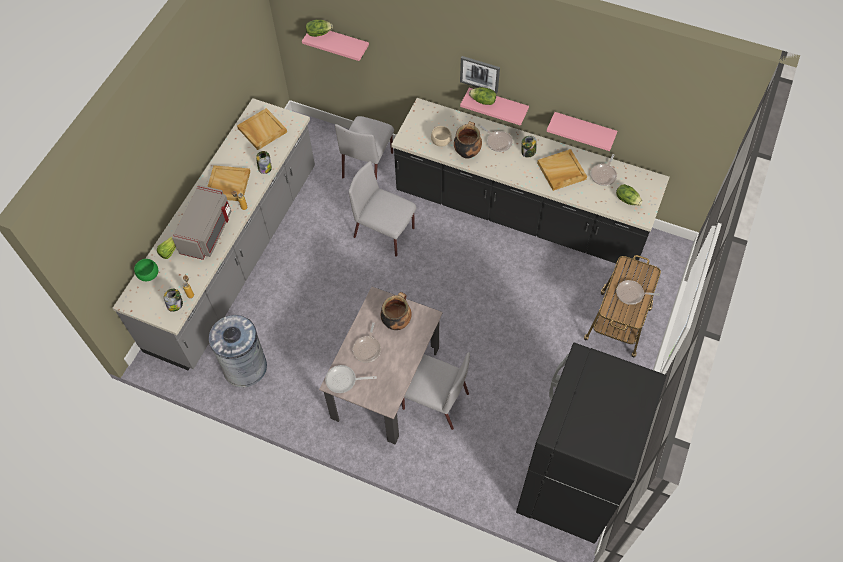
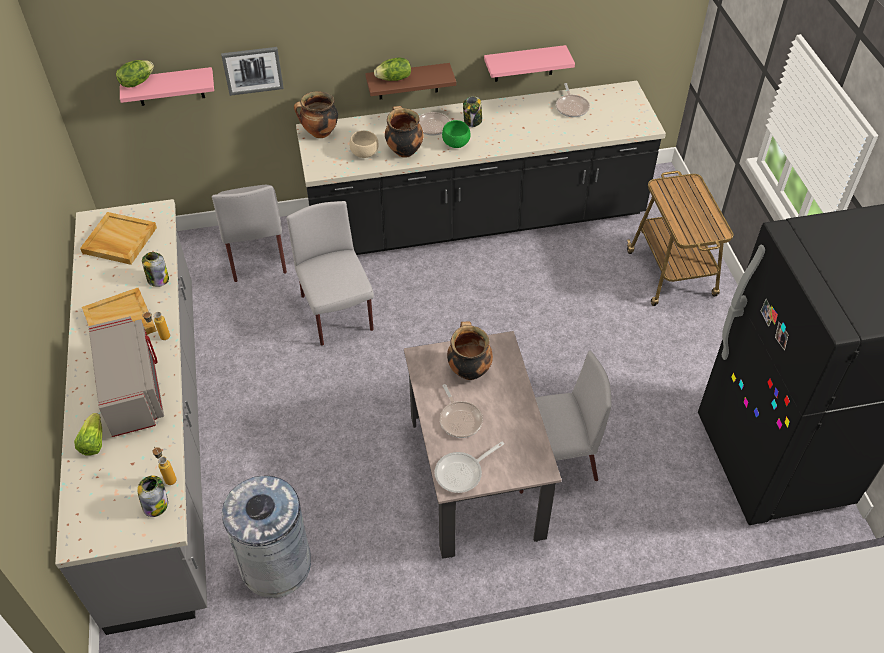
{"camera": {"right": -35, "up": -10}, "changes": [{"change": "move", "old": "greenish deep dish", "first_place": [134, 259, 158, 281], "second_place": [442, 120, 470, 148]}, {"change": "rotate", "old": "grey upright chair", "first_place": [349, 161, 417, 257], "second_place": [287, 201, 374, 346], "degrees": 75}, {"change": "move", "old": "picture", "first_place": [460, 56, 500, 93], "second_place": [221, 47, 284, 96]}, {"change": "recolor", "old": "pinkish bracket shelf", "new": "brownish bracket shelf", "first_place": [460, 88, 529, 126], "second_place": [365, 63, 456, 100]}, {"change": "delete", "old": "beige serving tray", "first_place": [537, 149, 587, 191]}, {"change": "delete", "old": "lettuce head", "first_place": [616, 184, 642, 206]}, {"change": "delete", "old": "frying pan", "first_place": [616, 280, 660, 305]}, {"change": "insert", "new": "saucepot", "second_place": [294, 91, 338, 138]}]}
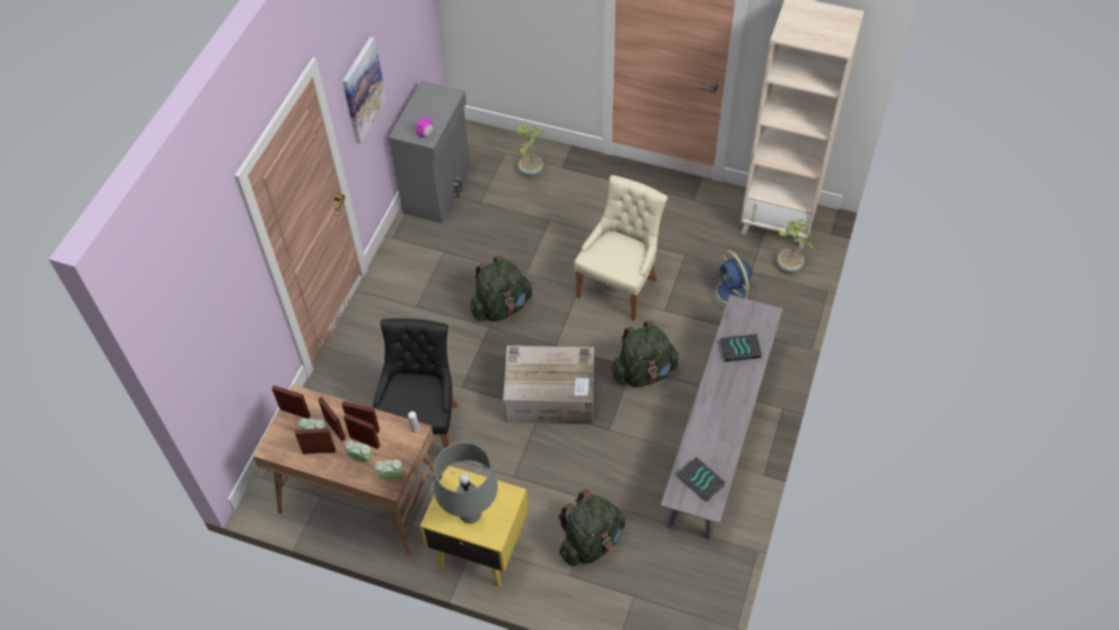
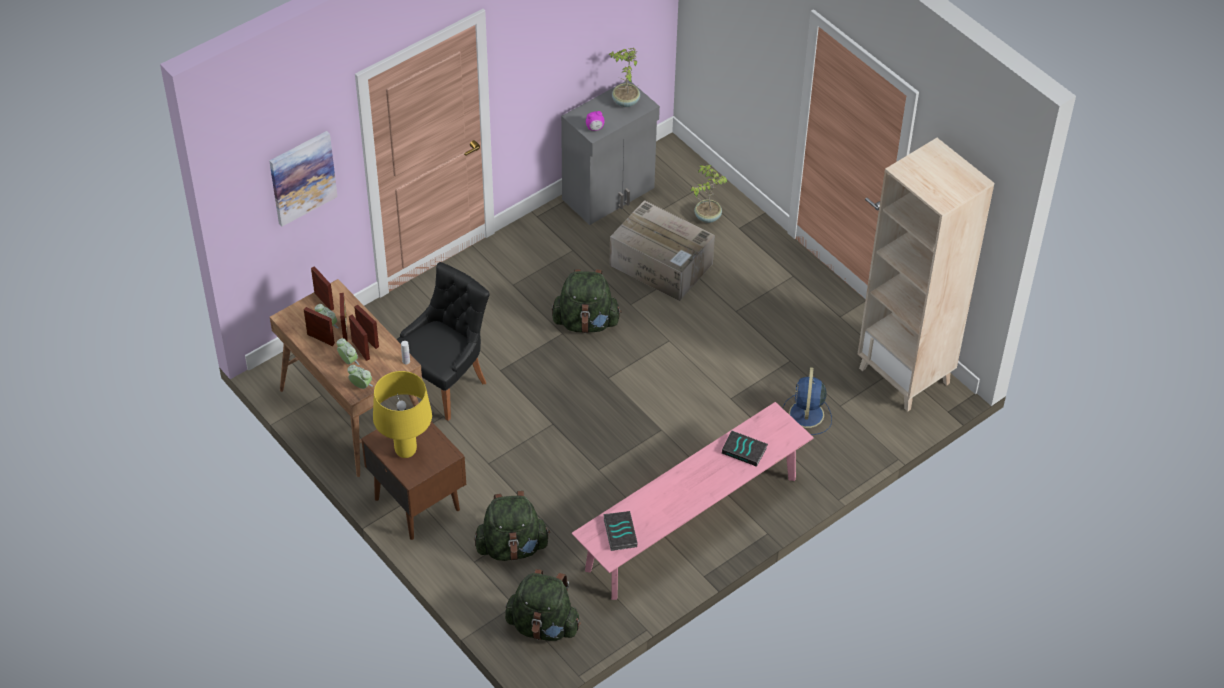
{"camera": {"right": 30, "up": -5}, "changes": [{"change": "move", "old": "picture", "first_place": [342, 37, 387, 144], "second_place": [269, 131, 338, 226]}, {"change": "recolor", "old": "yellow-coloured nightstand", "new": "brownish nightstand", "first_place": [420, 466, 528, 587], "second_place": [361, 421, 466, 540]}, {"change": "recolor", "old": "grey table lamp", "new": "yellow-coloured table lamp", "first_place": [434, 442, 498, 524], "second_place": [373, 371, 432, 458]}, {"change": "move", "old": "cardboard box", "first_place": [503, 346, 594, 425], "second_place": [610, 200, 715, 301]}, {"change": "delete", "old": "beige upright chair", "first_place": [574, 175, 668, 321]}, {"change": "move", "old": "greenish rucksack", "first_place": [611, 320, 679, 387], "second_place": [505, 569, 581, 641]}, {"change": "recolor", "old": "grey bench", "new": "pinkish bench", "first_place": [661, 295, 783, 540], "second_place": [572, 402, 814, 600]}, {"change": "move", "old": "houseplant", "first_place": [777, 219, 813, 272], "second_place": [609, 48, 640, 107]}]}
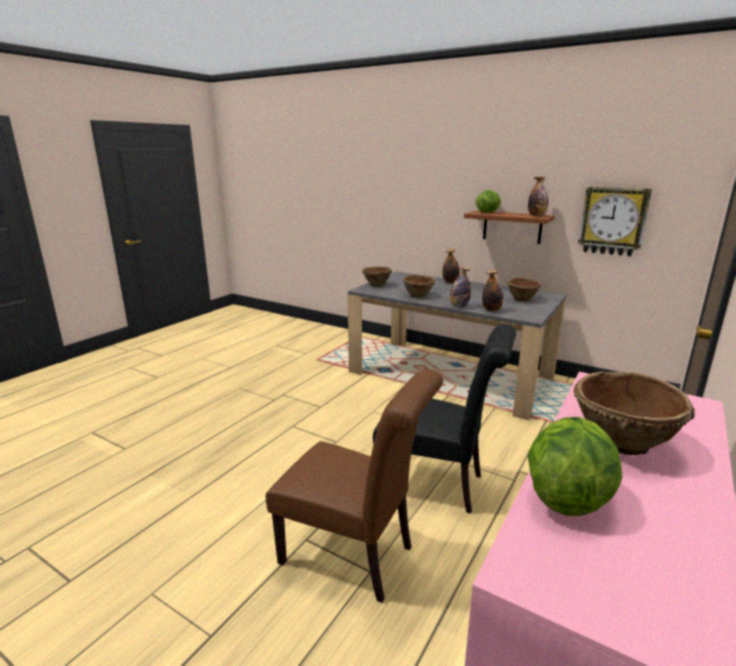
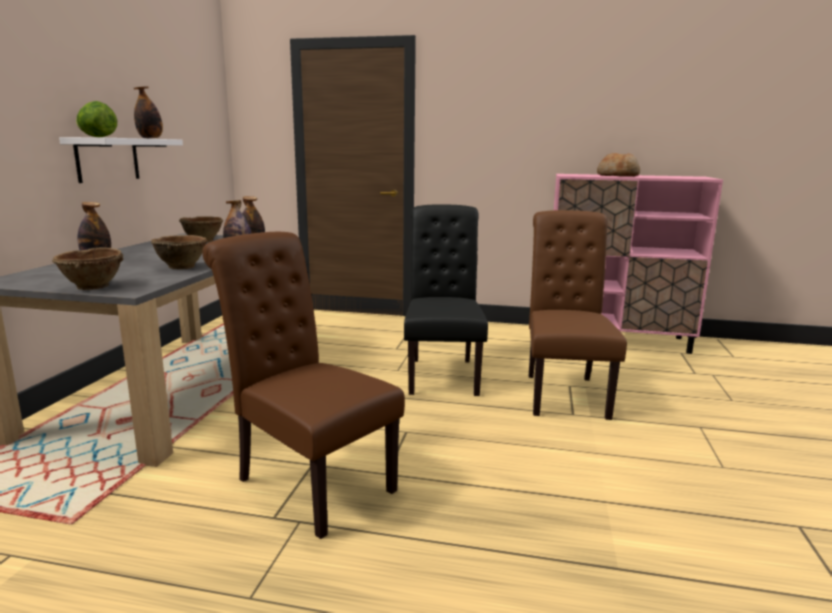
{"camera": {"right": -110, "up": -5}, "changes": [{"change": "recolor", "old": "brownish bracket shelf", "new": "white bracket shelf", "first_place": [464, 210, 555, 244], "second_place": [59, 137, 183, 183]}, {"change": "delete", "old": "lettuce head", "first_place": [527, 417, 622, 516]}, {"change": "replace", "old": "brownish deep dish", "new": "baked bread", "first_place": [573, 371, 695, 455], "second_place": [597, 153, 640, 177]}, {"change": "delete", "old": "wall clock", "first_place": [578, 187, 652, 257]}, {"change": "insert", "new": "brownish upright chair", "second_place": [202, 232, 405, 539]}]}
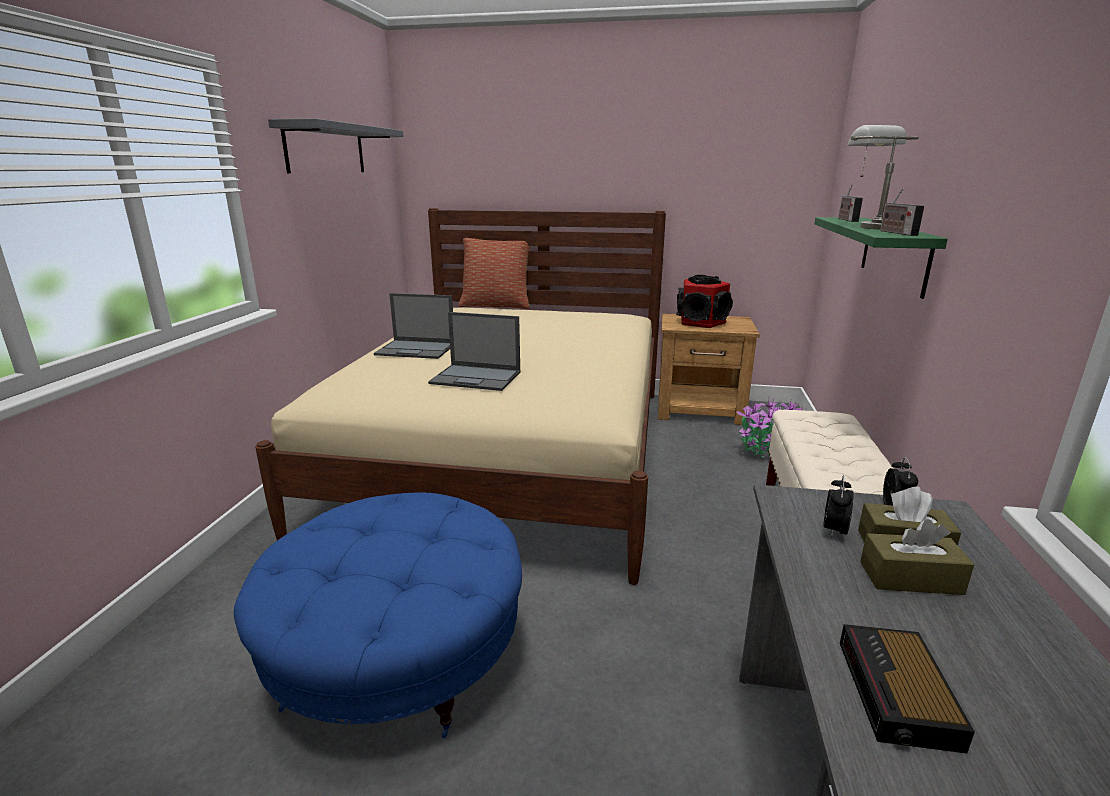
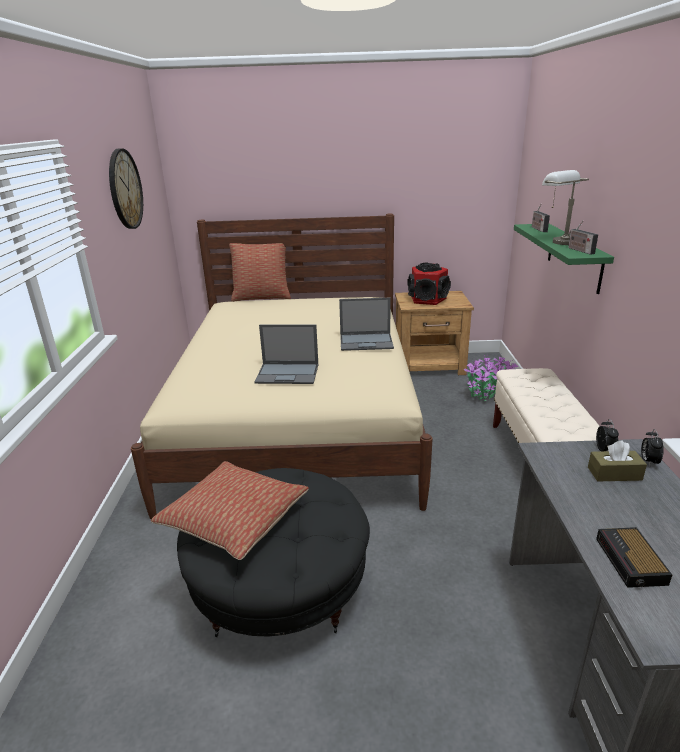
{"camera": {"right": -10, "up": 5}, "changes": [{"change": "recolor", "old": "bluish ottoman", "new": "blackish ottoman", "first_place": [234, 493, 522, 738], "second_place": [177, 468, 370, 637]}, {"change": "replace", "old": "grey bracket shelf", "new": "wall clock", "first_place": [268, 119, 404, 173], "second_place": [109, 148, 143, 229]}, {"change": "move", "old": "notebook computer", "first_place": [374, 293, 453, 359], "second_place": [339, 298, 394, 351]}, {"change": "move", "old": "bedside clock", "first_place": [824, 475, 854, 538], "second_place": [641, 429, 664, 465]}, {"change": "delete", "old": "brownish tissue holder", "first_place": [860, 519, 974, 595]}, {"change": "insert", "new": "pillow", "second_place": [151, 461, 309, 560]}]}
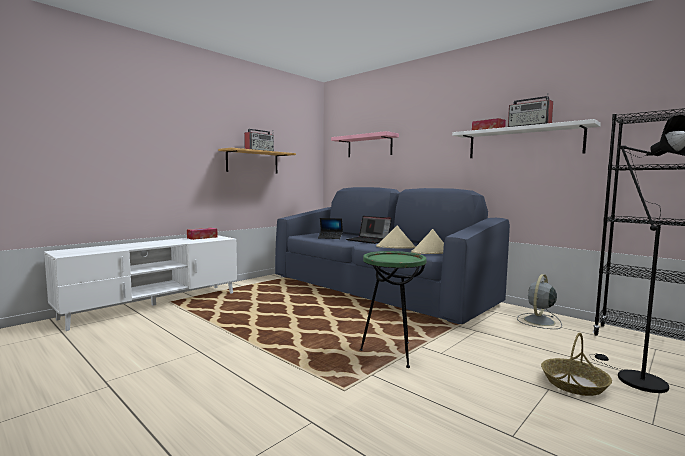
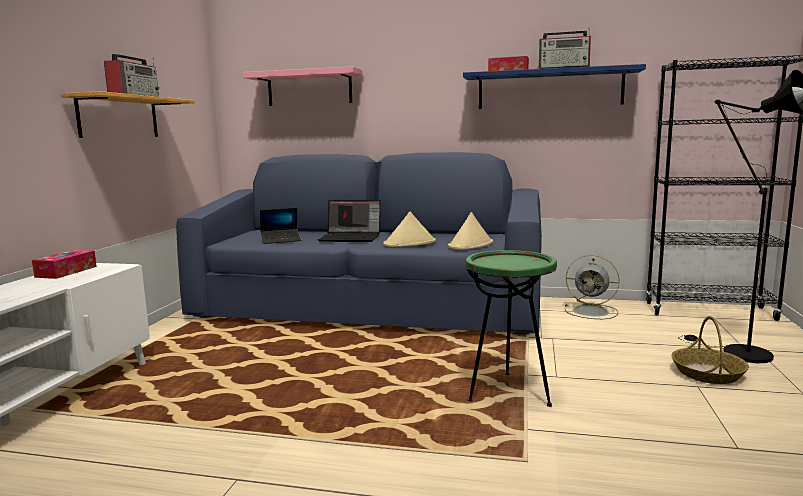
{"camera": {"right": -30, "up": 5}, "changes": [{"change": "recolor", "old": "white bracket shelf", "new": "bluish bracket shelf", "first_place": [452, 119, 601, 158], "second_place": [463, 64, 646, 109]}, {"change": "rotate", "old": "grey electric fan", "first_place": [517, 274, 562, 329], "second_place": [565, 255, 619, 319], "degrees": -75}]}
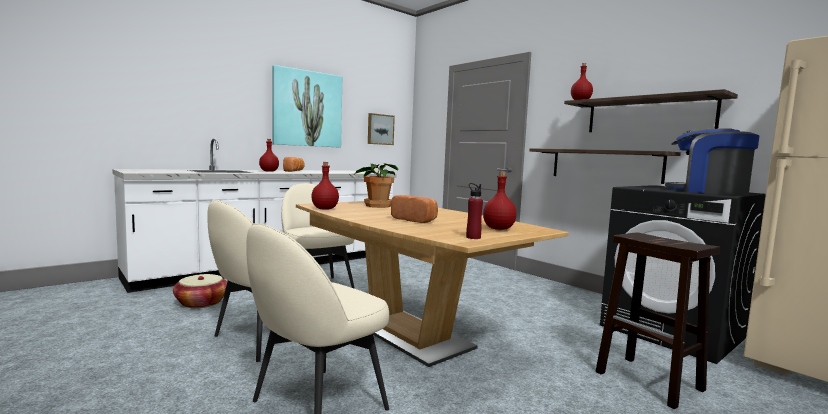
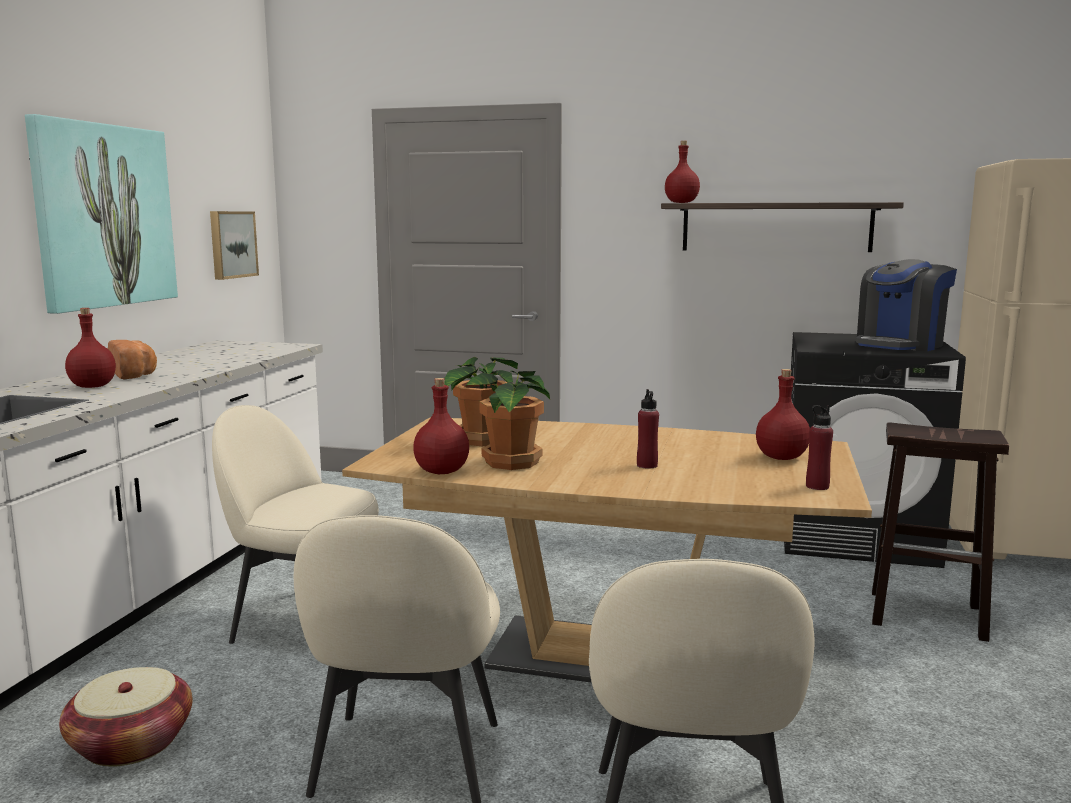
{"camera": {"right": -35, "up": 5}, "changes": [{"change": "replace", "old": "baked bread", "new": "reddish beverage bottle", "first_place": [391, 195, 438, 223], "second_place": [637, 389, 659, 469]}, {"change": "delete", "old": "bracket shelf", "first_place": [529, 148, 681, 184]}, {"change": "rotate", "old": "coffee brewer", "first_place": [665, 128, 760, 195], "second_place": [856, 259, 957, 351], "degrees": -45}, {"change": "insert", "new": "houseplant", "second_place": [464, 370, 550, 470]}]}
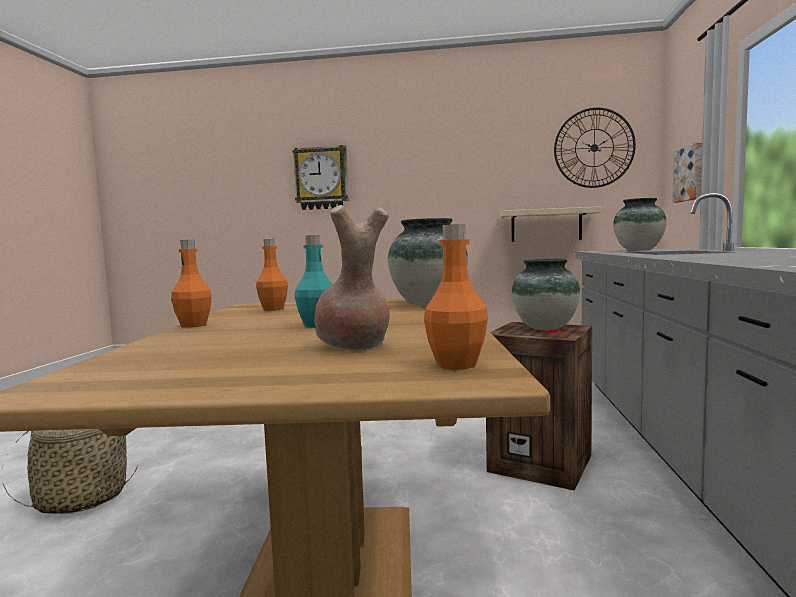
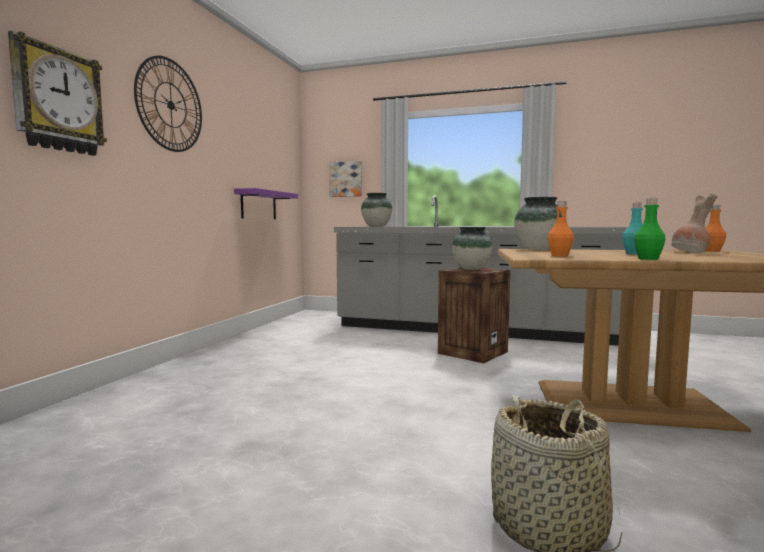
{"camera": {"right": -80, "up": 0}, "changes": [{"change": "recolor", "old": "orange beverage bottle", "new": "greenish beverage bottle", "first_place": [171, 240, 212, 328], "second_place": [634, 198, 666, 260]}, {"change": "recolor", "old": "beige bracket shelf", "new": "purple bracket shelf", "first_place": [500, 207, 601, 242], "second_place": [234, 188, 298, 219]}, {"change": "move", "old": "wall clock", "first_place": [554, 108, 636, 188], "second_place": [134, 56, 202, 152]}]}
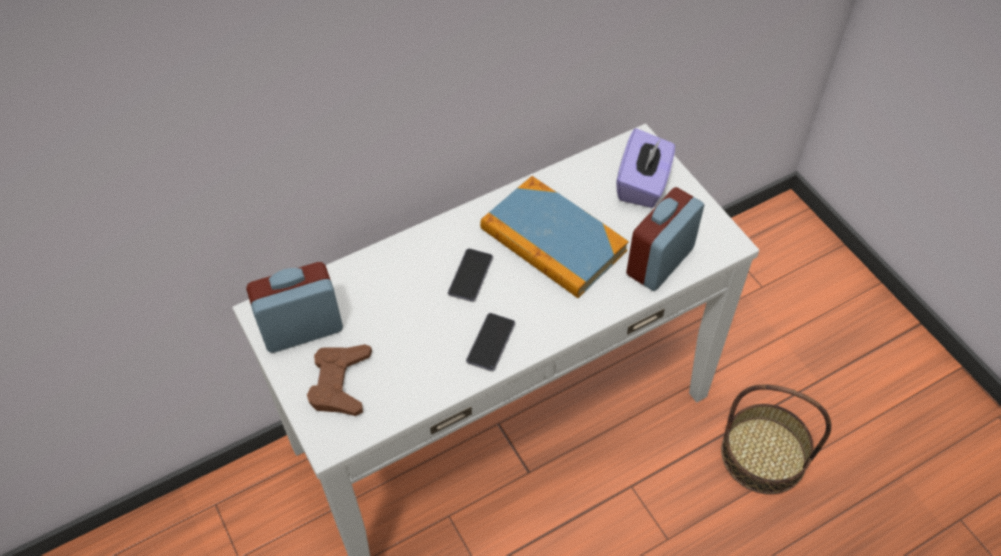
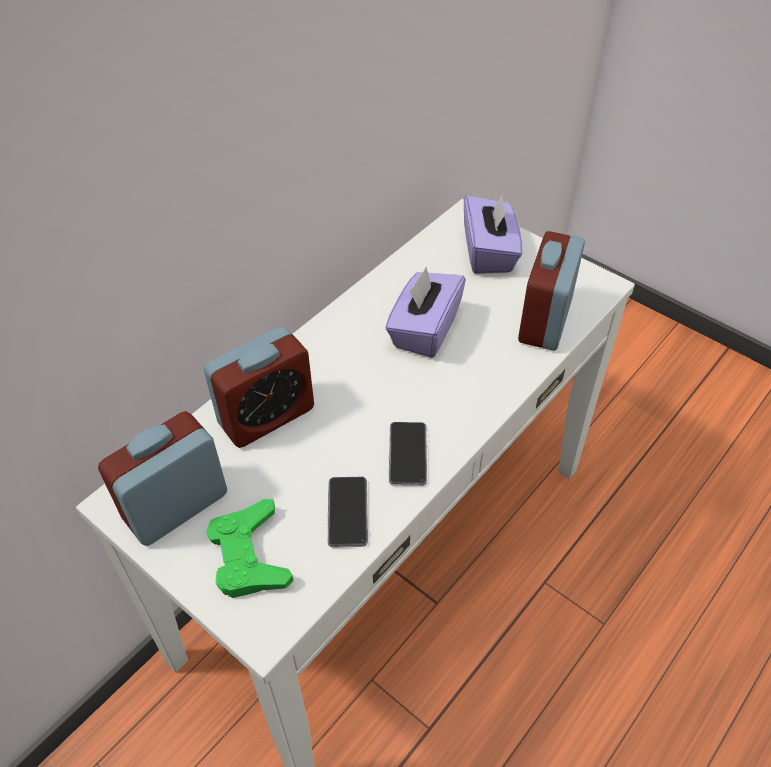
{"camera": {"right": -20, "up": -5}, "changes": [{"change": "recolor", "old": "brownish game controller", "new": "greenish game controller", "first_place": [307, 344, 372, 416], "second_place": [206, 499, 294, 598]}, {"change": "move", "old": "telephone", "first_place": [448, 249, 493, 302], "second_place": [327, 476, 368, 548]}, {"change": "replace", "old": "bound book", "new": "purple tissue holder", "first_place": [480, 176, 629, 298], "second_place": [385, 267, 466, 358]}, {"change": "delete", "old": "household basket", "first_place": [721, 384, 831, 494]}, {"change": "insert", "new": "bedside clock", "second_place": [204, 326, 314, 448]}]}
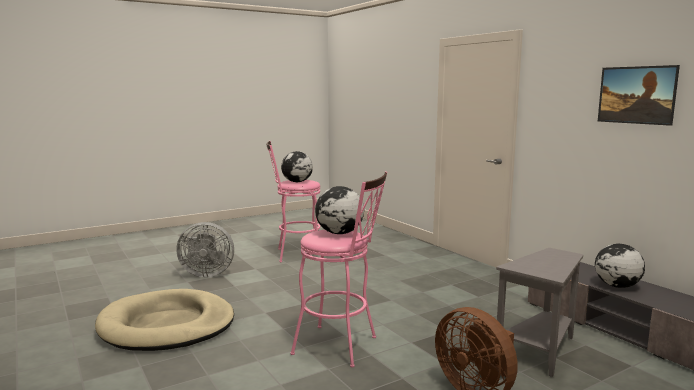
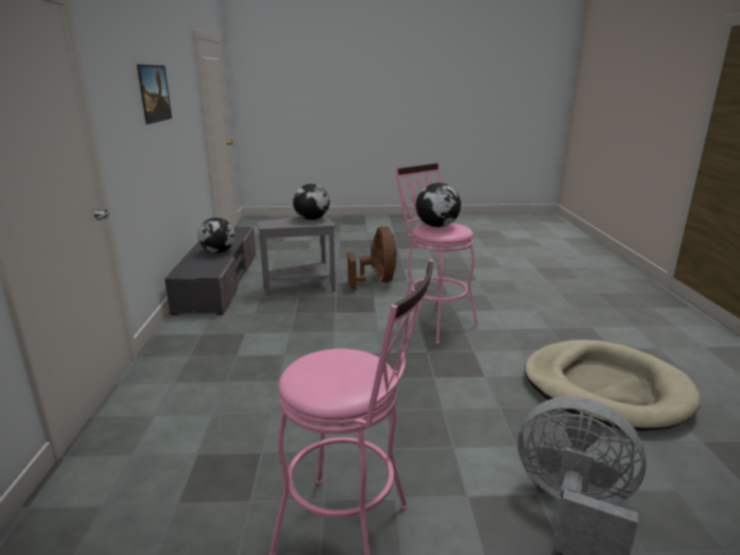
{"camera": {"right": -150, "up": 10}, "changes": [{"change": "move", "old": "desk globe", "first_place": [281, 151, 313, 182], "second_place": [293, 184, 330, 220]}]}
